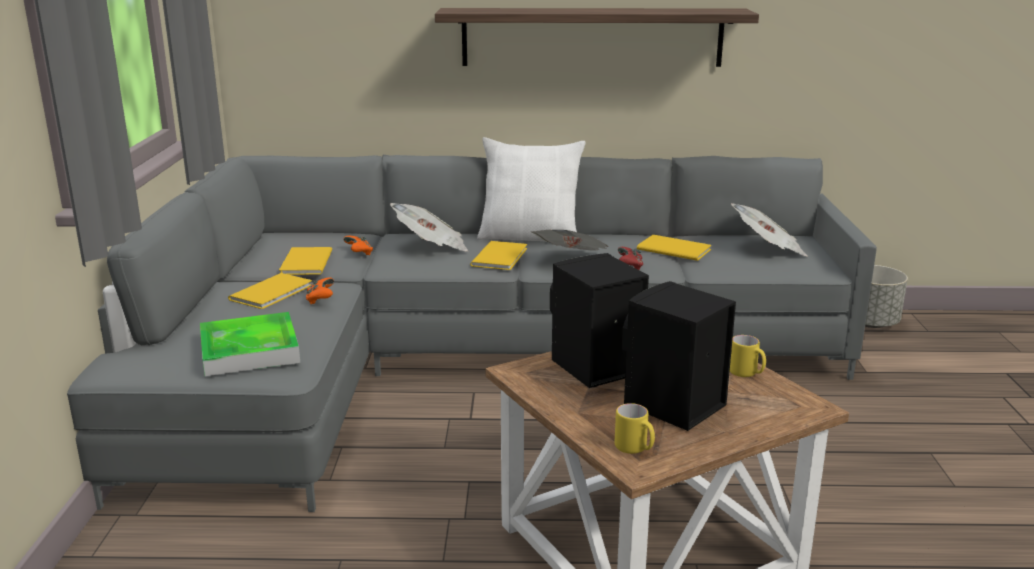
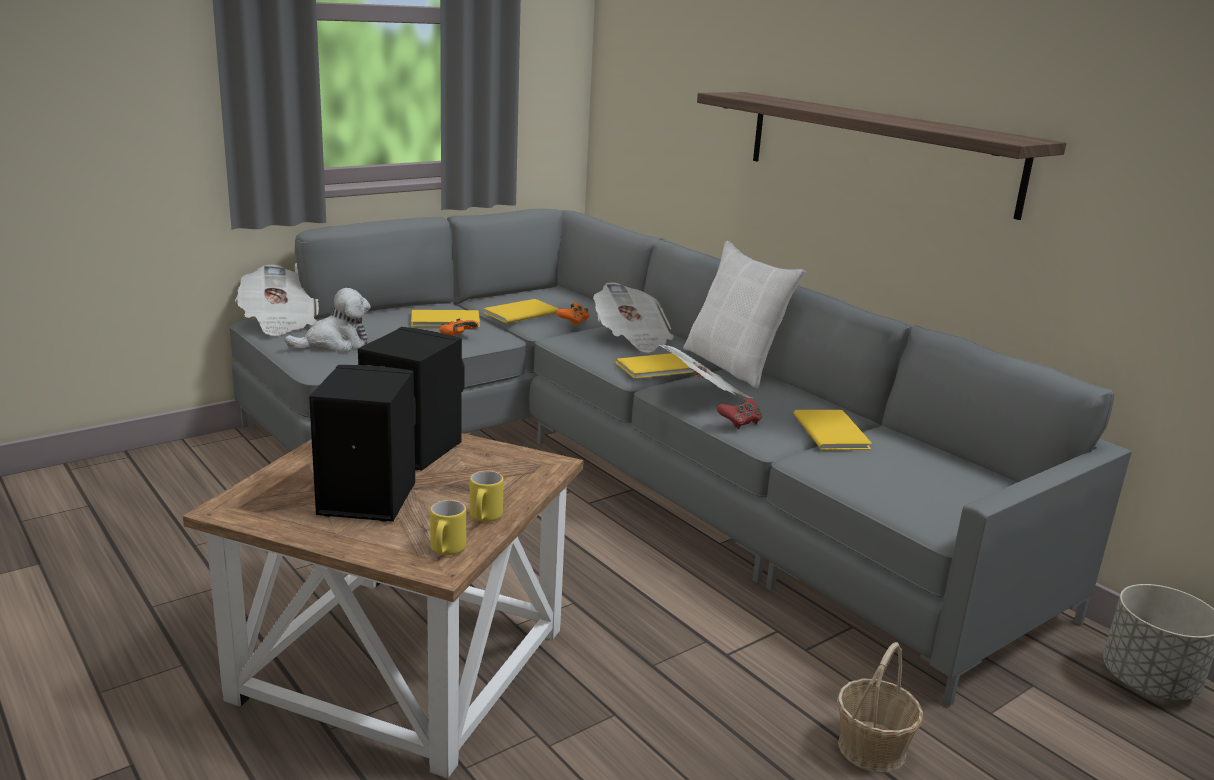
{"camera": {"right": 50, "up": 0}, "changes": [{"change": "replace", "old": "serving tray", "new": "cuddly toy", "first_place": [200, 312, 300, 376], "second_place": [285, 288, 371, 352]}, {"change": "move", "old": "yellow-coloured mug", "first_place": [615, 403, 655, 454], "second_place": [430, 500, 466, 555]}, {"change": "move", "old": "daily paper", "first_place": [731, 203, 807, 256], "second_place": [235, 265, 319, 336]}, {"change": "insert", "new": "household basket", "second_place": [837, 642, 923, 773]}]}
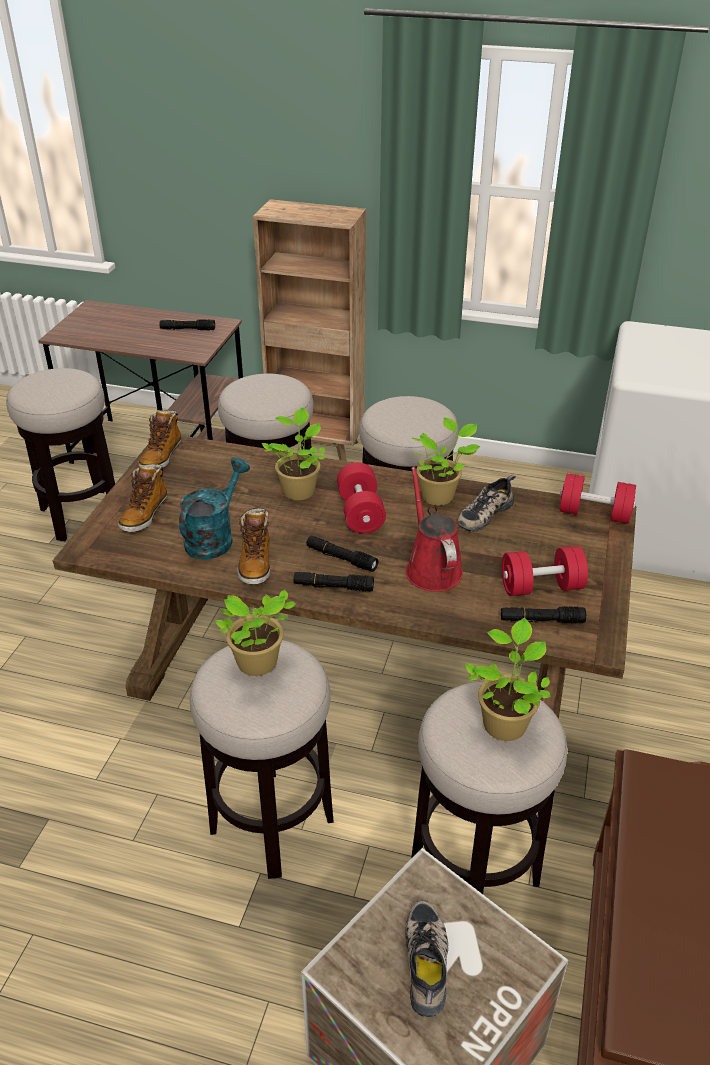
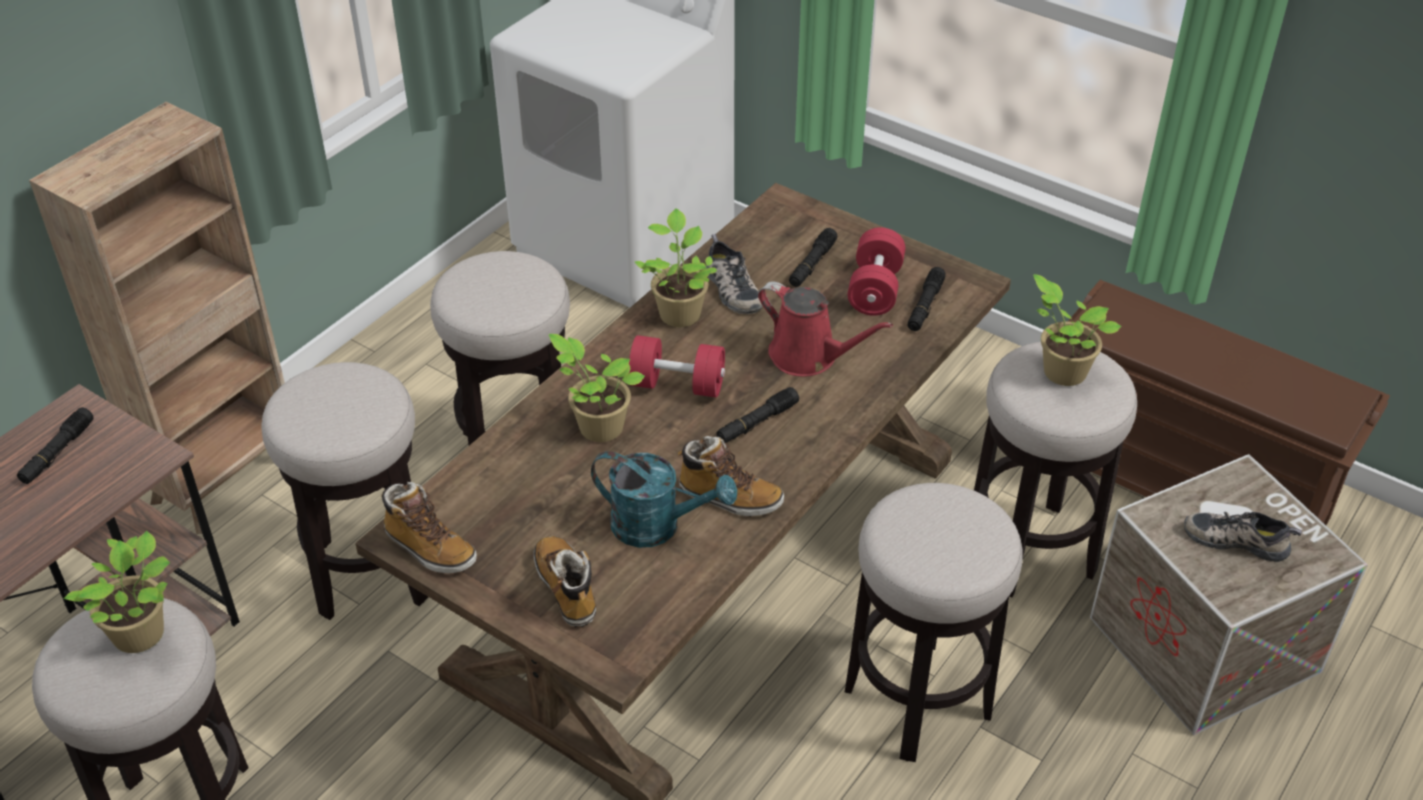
{"camera": {"right": -70, "up": 5}, "changes": [{"change": "rotate", "old": "boot", "first_place": [118, 464, 168, 533], "second_place": [534, 535, 596, 627], "degrees": -150}, {"change": "rotate", "old": "turquoise watering can", "first_place": [179, 458, 250, 560], "second_place": [591, 451, 737, 548], "degrees": 150}, {"change": "move", "old": "houseplant", "first_place": [215, 590, 296, 676], "second_place": [63, 531, 170, 653]}, {"change": "move", "old": "blackish hand torch", "first_place": [293, 572, 374, 592], "second_place": [789, 228, 837, 287]}, {"change": "rotate", "old": "reddish watering can", "first_place": [406, 467, 463, 592], "second_place": [758, 281, 893, 377], "degrees": -150}, {"change": "delete", "old": "reddish dumbbell", "first_place": [560, 473, 636, 524]}]}
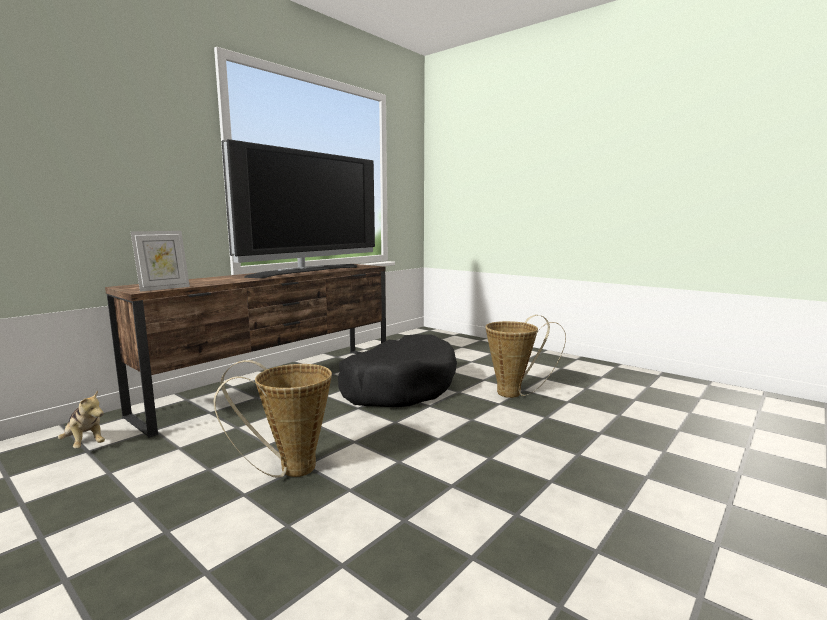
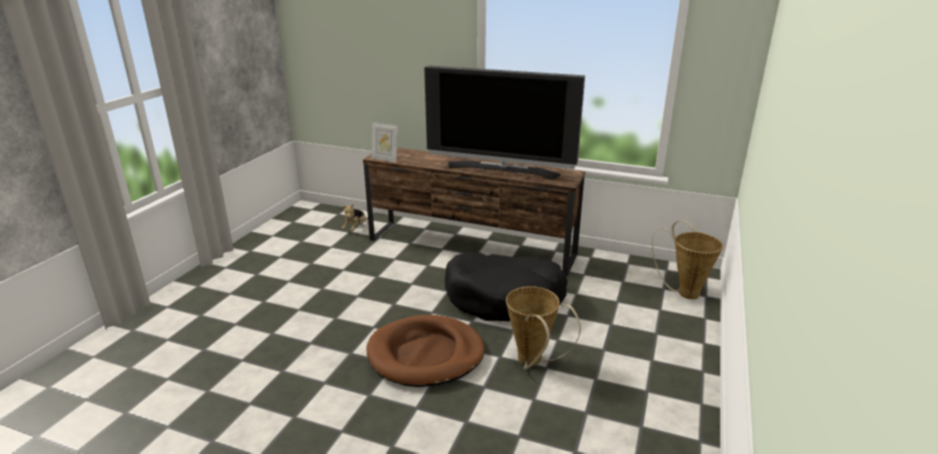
{"camera": {"right": 70, "up": 15}, "changes": [{"change": "move", "old": "household basket", "first_place": [213, 360, 332, 478], "second_place": [652, 221, 723, 299]}, {"change": "insert", "new": "brownish pet bed", "second_place": [366, 315, 485, 387]}]}
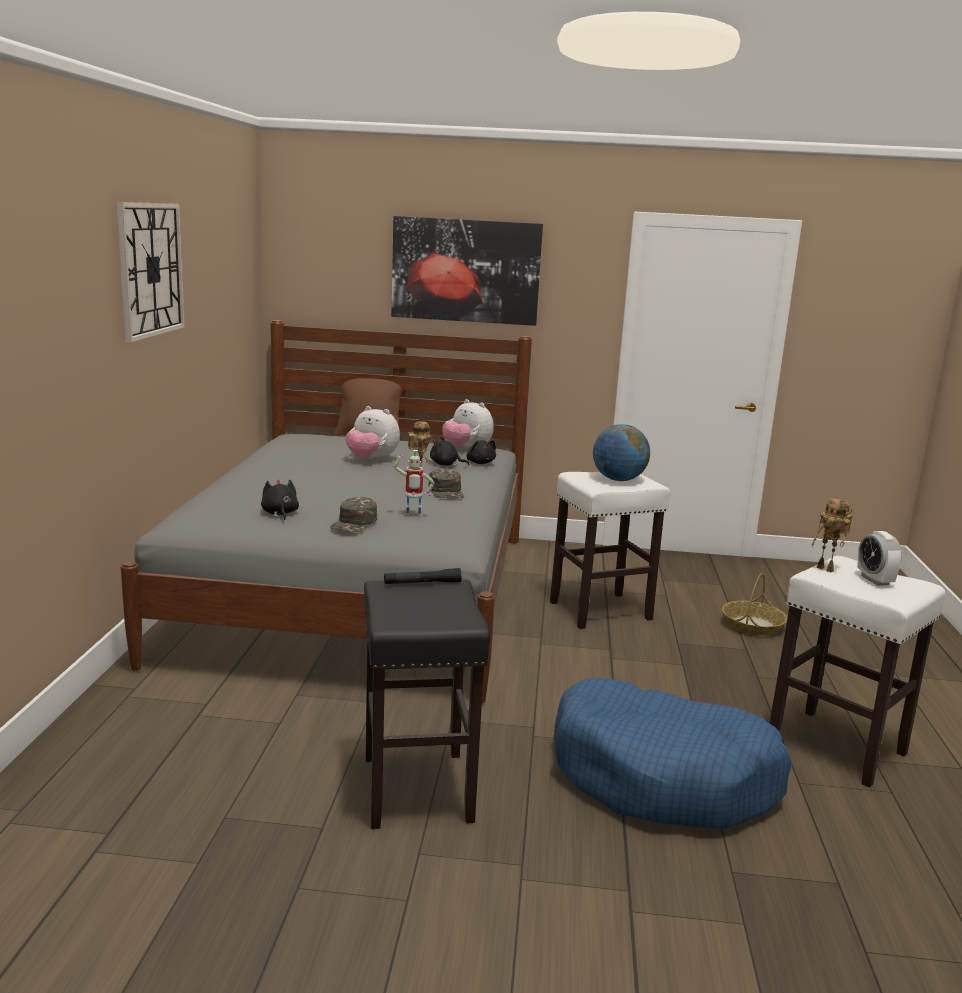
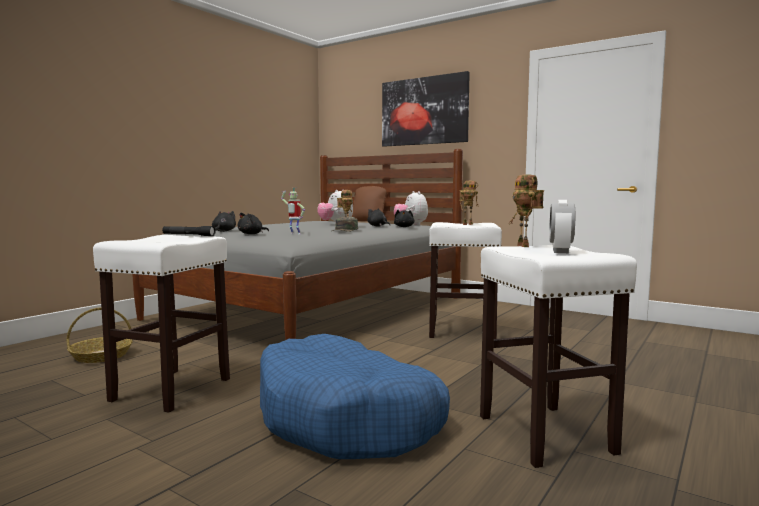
{"camera": {"right": 30, "up": -10}, "changes": [{"change": "delete", "old": "wall clock", "first_place": [116, 202, 185, 343]}, {"change": "replace", "old": "greenish cap", "new": "blackish cuddly toy", "first_place": [330, 497, 377, 532], "second_place": [238, 212, 269, 234]}, {"change": "recolor", "old": "blackish stool seat", "new": "white stool seat", "first_place": [364, 579, 490, 829], "second_place": [93, 235, 230, 413]}, {"change": "replace", "old": "desk globe", "new": "robot figure", "first_place": [593, 424, 650, 481], "second_place": [459, 181, 479, 225]}, {"change": "move", "old": "household basket", "first_place": [722, 573, 788, 636], "second_place": [66, 307, 133, 363]}]}
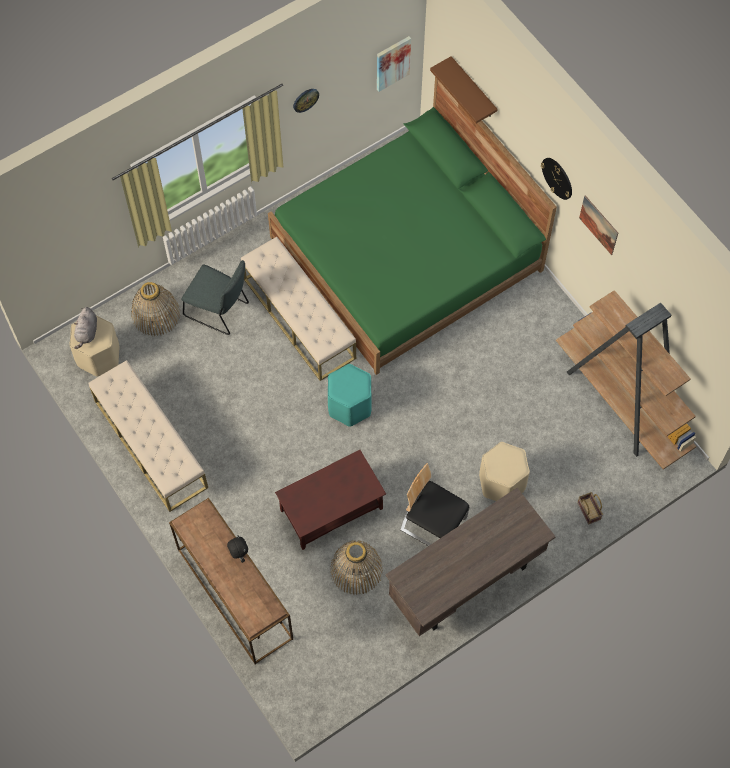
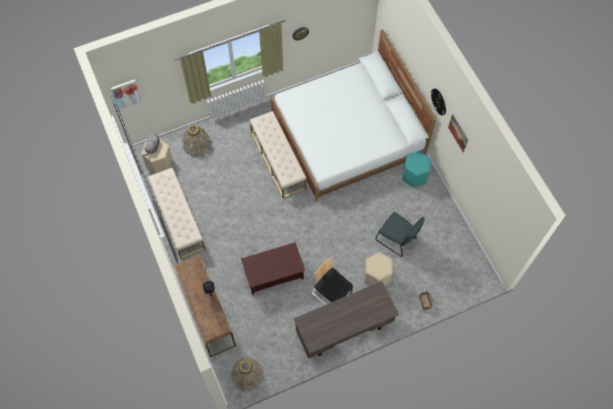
{"camera": {"right": 10, "up": 0}, "changes": [{"change": "move", "old": "grey upright chair", "first_place": [181, 260, 249, 335], "second_place": [375, 212, 424, 257]}, {"change": "recolor", "old": "greenish bedroom bed", "new": "white bedroom bed", "first_place": [268, 77, 557, 375], "second_place": [270, 29, 437, 200]}, {"change": "move", "old": "turquoise stool seat", "first_place": [328, 364, 372, 427], "second_place": [402, 151, 431, 187]}, {"change": "move", "old": "household basket", "first_place": [330, 540, 383, 595], "second_place": [231, 357, 264, 391]}, {"change": "move", "old": "picture", "first_place": [377, 36, 411, 92], "second_place": [111, 79, 142, 110]}, {"change": "delete", "old": "brownish bracket shelf", "first_place": [430, 56, 498, 124]}, {"change": "delete", "old": "brownish bookcase", "first_place": [556, 290, 696, 469]}]}
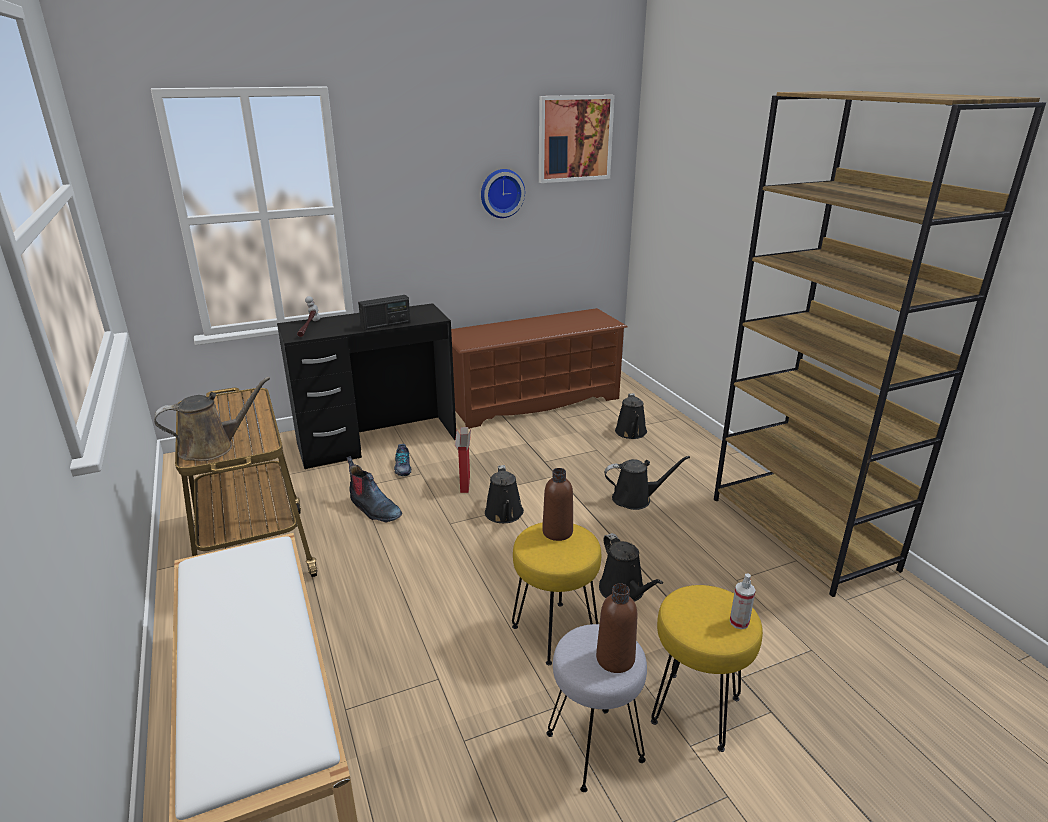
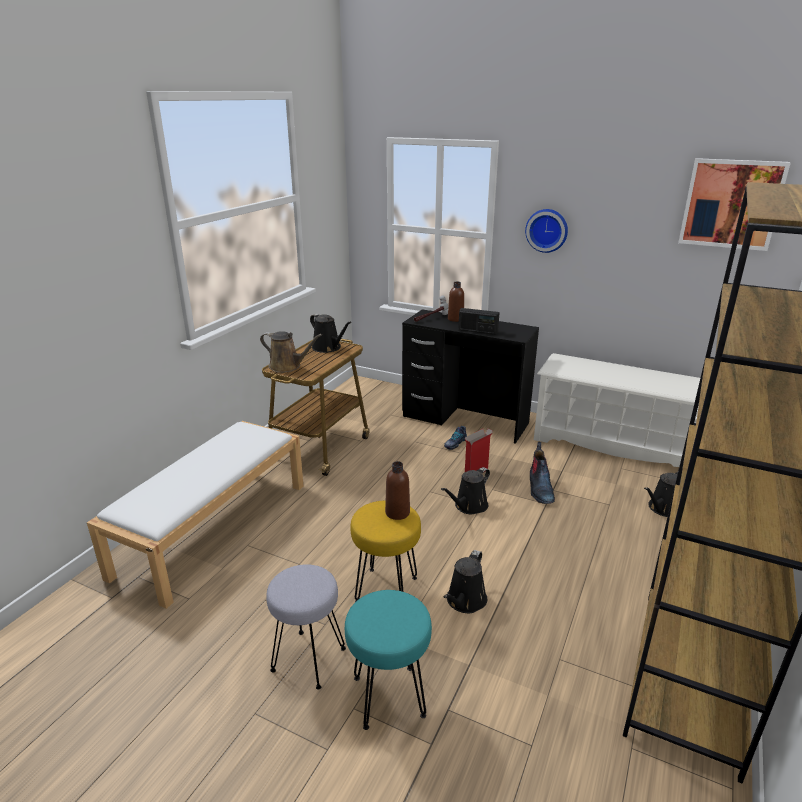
{"camera": {"right": 50, "up": 0}, "changes": [{"change": "move", "old": "boot", "first_place": [347, 456, 402, 522], "second_place": [530, 442, 555, 504]}, {"change": "recolor", "old": "brownish shoe stand", "new": "white shoe stand", "first_place": [451, 308, 627, 429], "second_place": [534, 353, 700, 467]}, {"change": "move", "old": "wall clock", "first_place": [481, 169, 525, 218], "second_place": [525, 209, 568, 253]}, {"change": "move", "old": "brownish beverage bottle", "first_place": [596, 583, 638, 673], "second_place": [448, 281, 464, 322]}, {"change": "move", "old": "blackish watering can", "first_place": [604, 456, 690, 510], "second_place": [310, 314, 351, 353]}, {"change": "recolor", "old": "yellow-coloured stool seat", "new": "turquoise stool seat", "first_place": [651, 585, 763, 752], "second_place": [345, 590, 432, 730]}, {"change": "delete", "old": "sprayer", "first_place": [730, 574, 756, 629]}]}
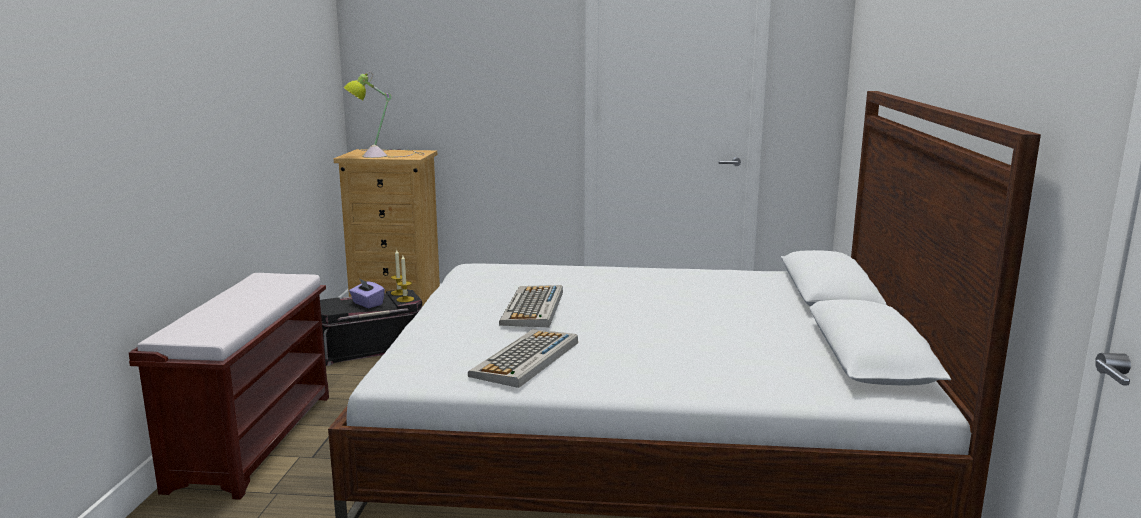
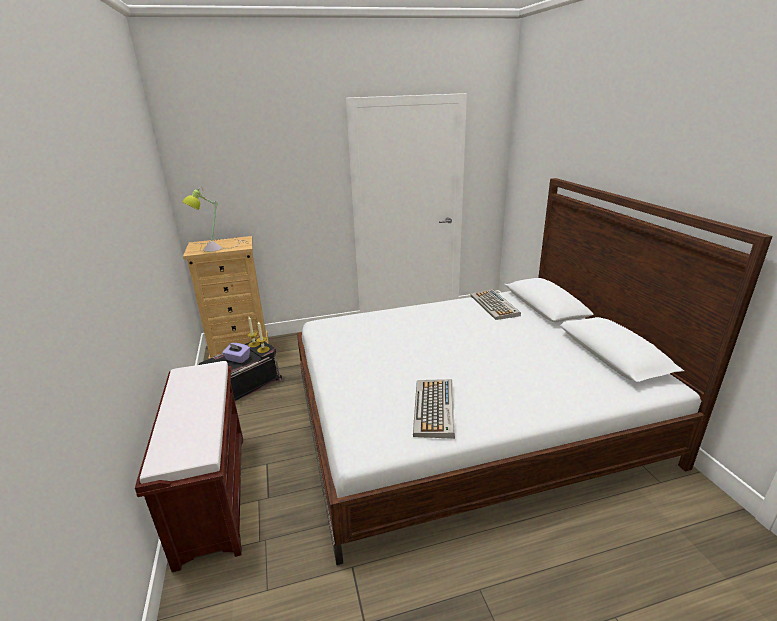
{"camera": {"right": -20, "up": 10}, "changes": [{"change": "move", "old": "PC keyboard", "first_place": [499, 285, 563, 327], "second_place": [471, 289, 521, 320]}]}
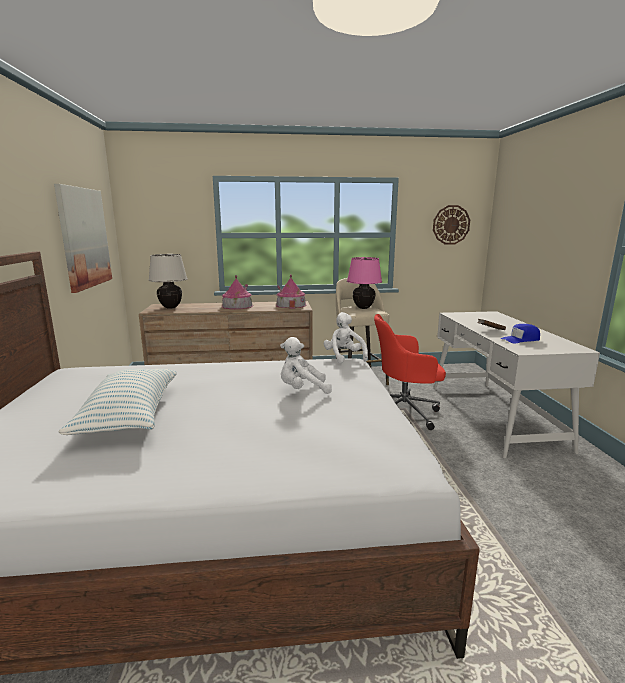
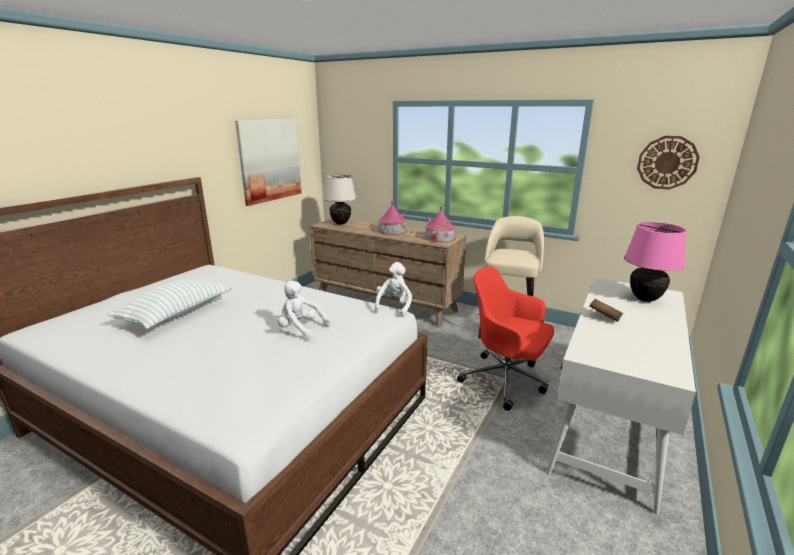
{"camera": {"right": 35, "up": 5}, "changes": [{"change": "move", "old": "pinkish table lamp", "first_place": [347, 257, 382, 309], "second_place": [624, 222, 686, 302]}, {"change": "delete", "old": "bluish cap", "first_place": [501, 324, 540, 343]}]}
